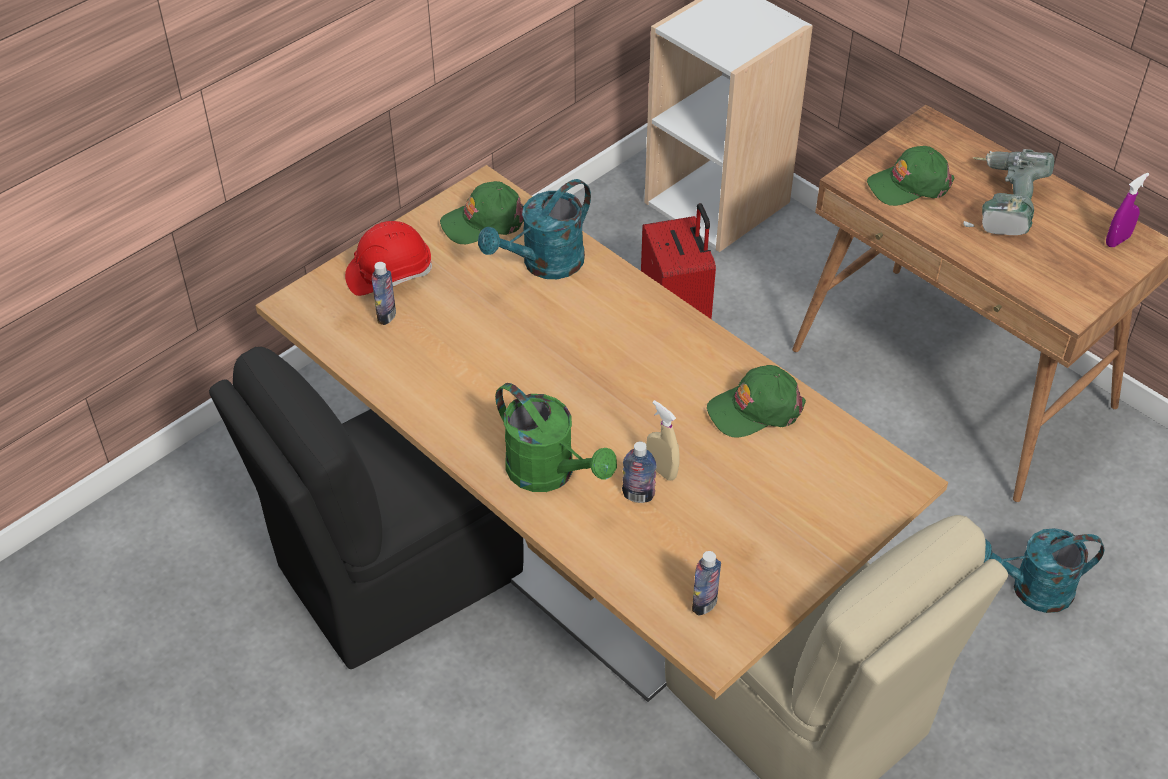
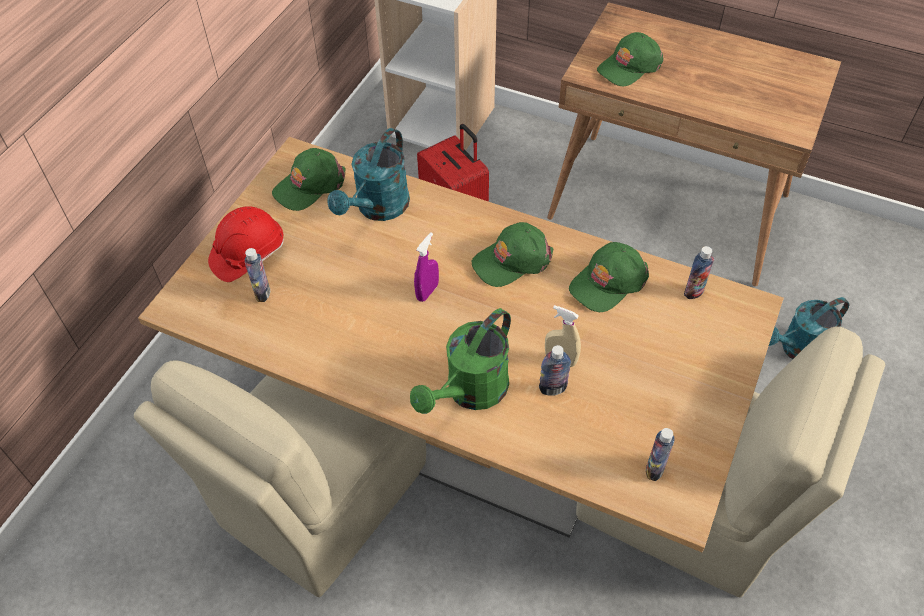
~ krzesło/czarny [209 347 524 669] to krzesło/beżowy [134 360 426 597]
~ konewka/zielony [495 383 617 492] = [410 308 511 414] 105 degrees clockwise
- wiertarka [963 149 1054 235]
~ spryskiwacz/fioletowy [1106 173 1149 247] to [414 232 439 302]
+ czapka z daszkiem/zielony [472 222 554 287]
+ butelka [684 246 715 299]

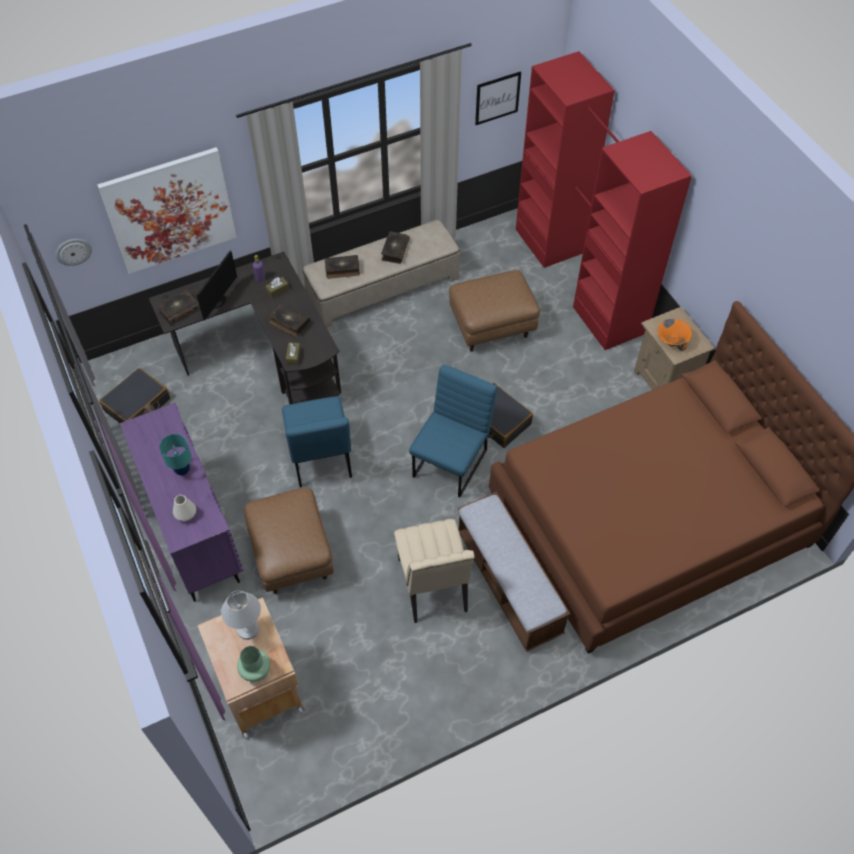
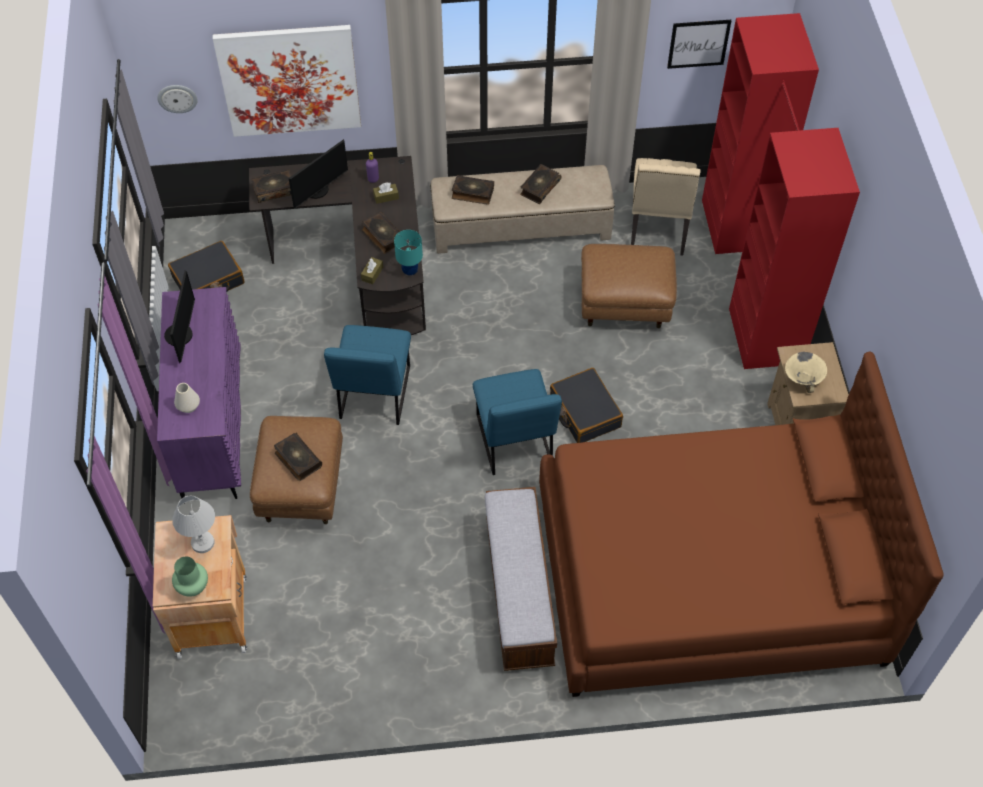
~ lampa stołowa/turkusowy [159 434 191 475] to [394 230 423 275]
~ krzesło/beżowy [394 519 474 623] to [631 158 701 256]
~ krzesło/niebieski [409 365 497 498] = [473 369 562 475] 120 degrees clockwise
~ miska/pomarańczowy [658 319 692 351] to miska/beżowy [785 352 827 393]
+ monitor [164 270 195 363]
+ książka [274 432 322 481]

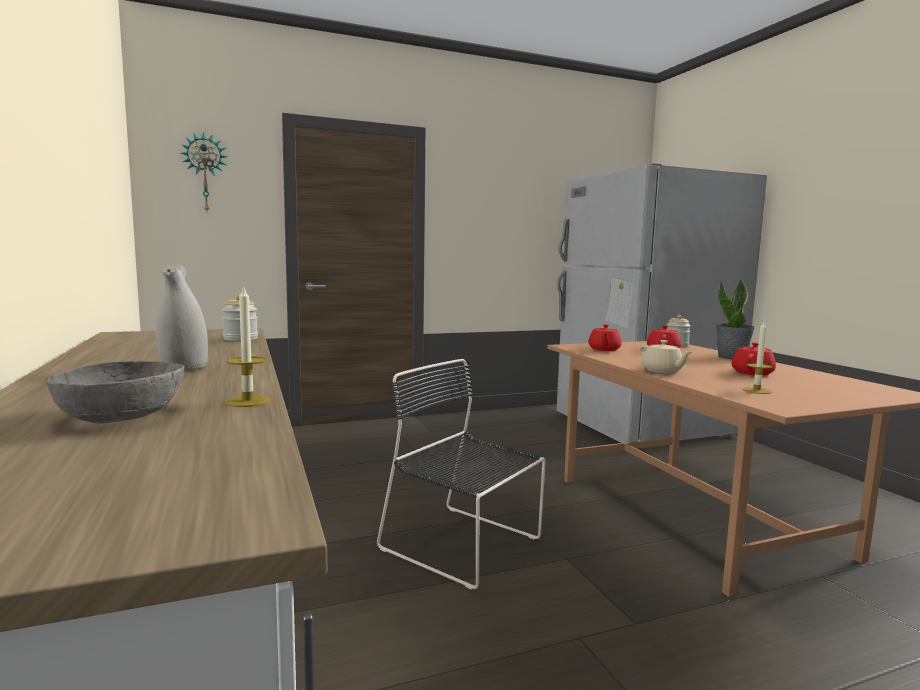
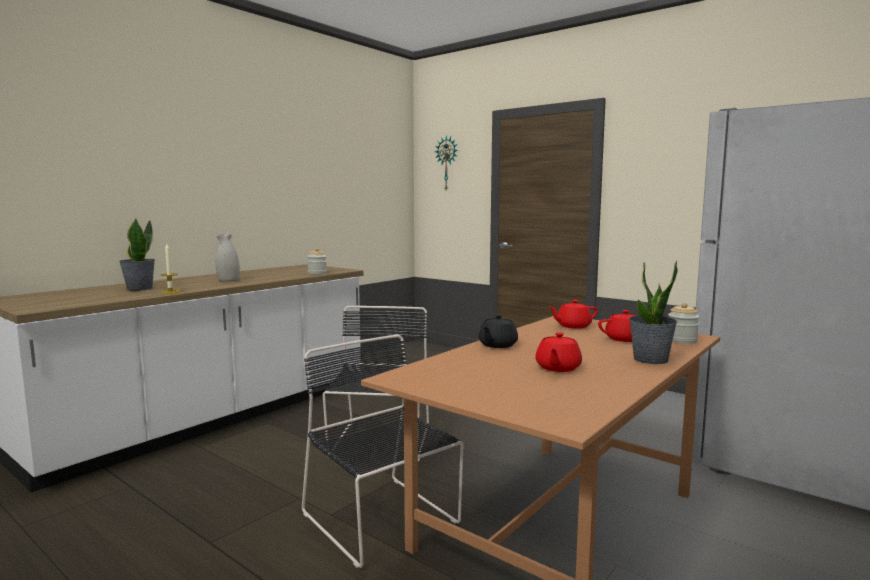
~ miska/szary [47 361 184 424] to roślina doniczkowa [119 218 155 291]
~ imbryk/beżowy [639 340 692 373] to imbryk/czarny [478 314 518 348]
~ imbryk/czerwony [731 342 776 376] = [535 332 582 372] 105 degrees clockwise
- świeca [742 322 772 394]
+ krzesło/czarny [302 334 464 568]

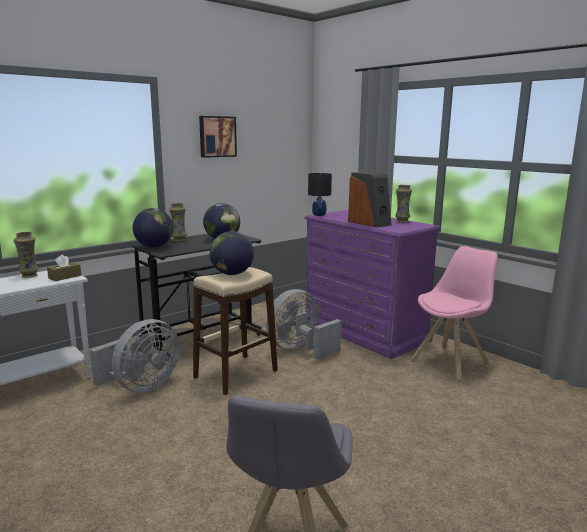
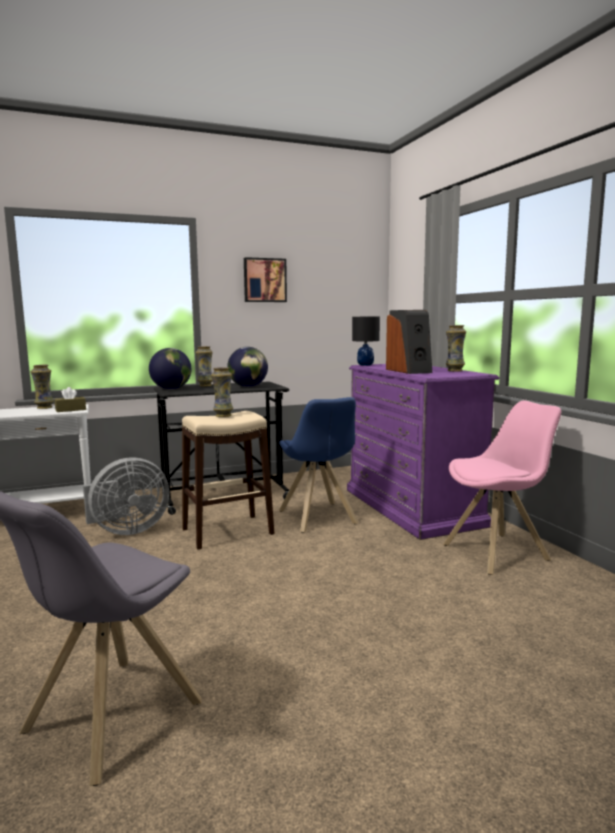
~ globus [210 231 254 275] to wazon [211 367 233 417]
~ wentylator/szary [266 289 341 360] to krzesło/niebieski [279 397 358 533]

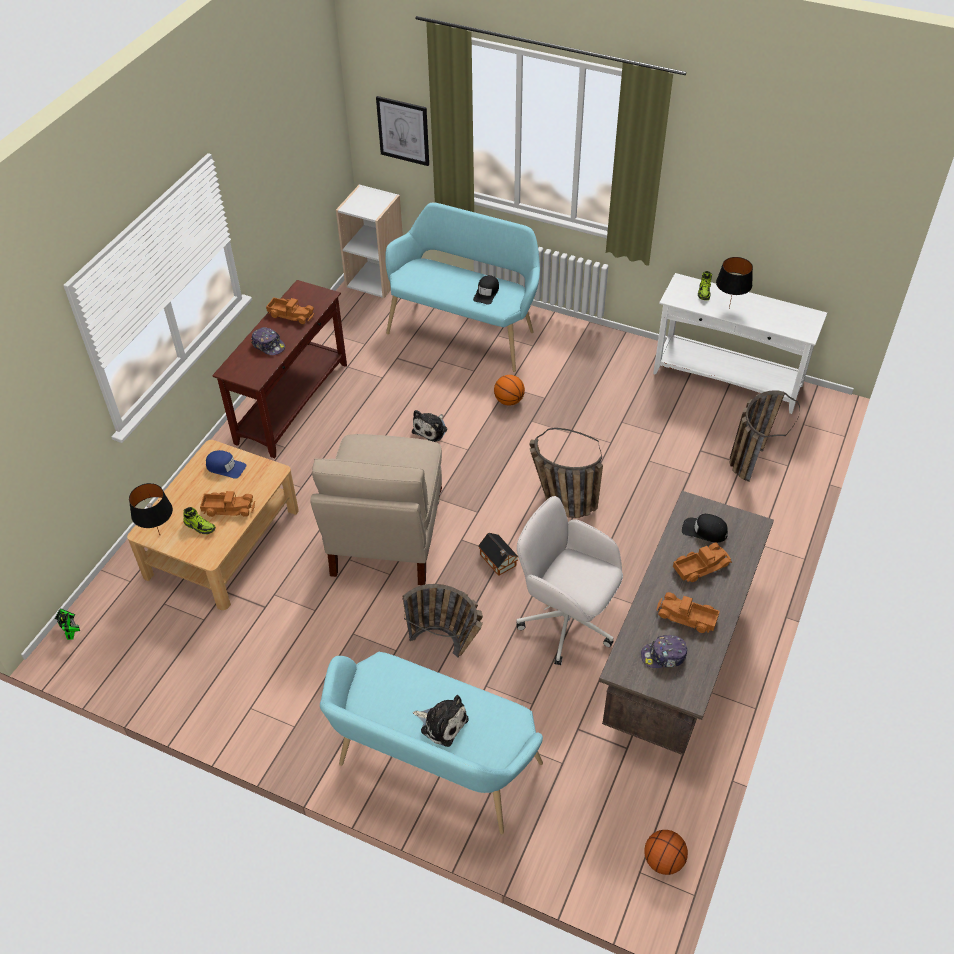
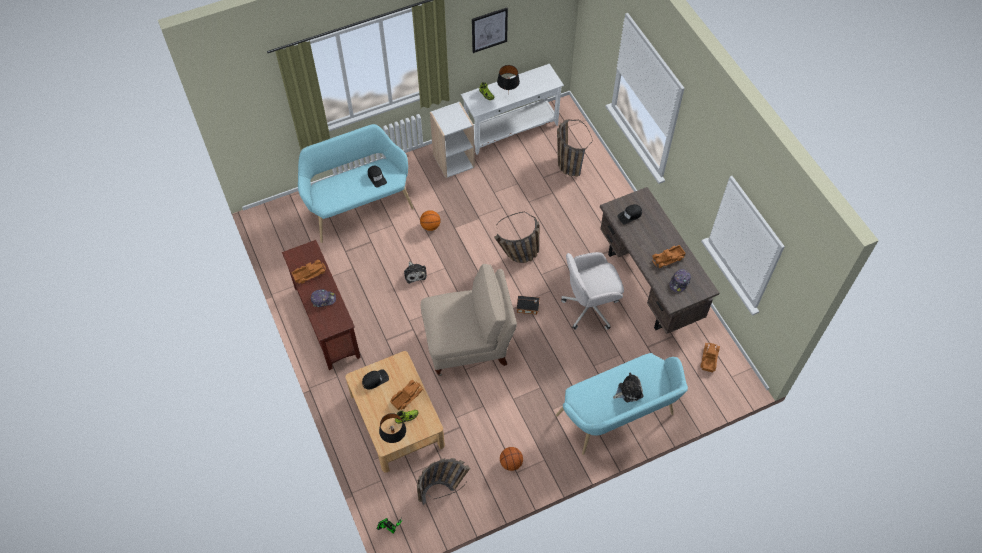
~ czapka z daszkiem/niebieski [206 450 246 479] to czapka z daszkiem/czarny [362 369 389 390]
~ krzesło/beżowy [310 434 442 585] = [421 264 517 376] 60 degrees counterclockwise
~ regał [336 185 403 298] to [430 102 475 178]
~ obraz [376 96 429 166] to [472 8 508 53]
~ koszyk [402 584 483 658] to [417 458 470 505]
~ piłka do koszykówki [644 830 688 875] to [500 447 523 471]
~ ciężarówka zabawkowa [673 543 732 582] to [700 343 720 372]

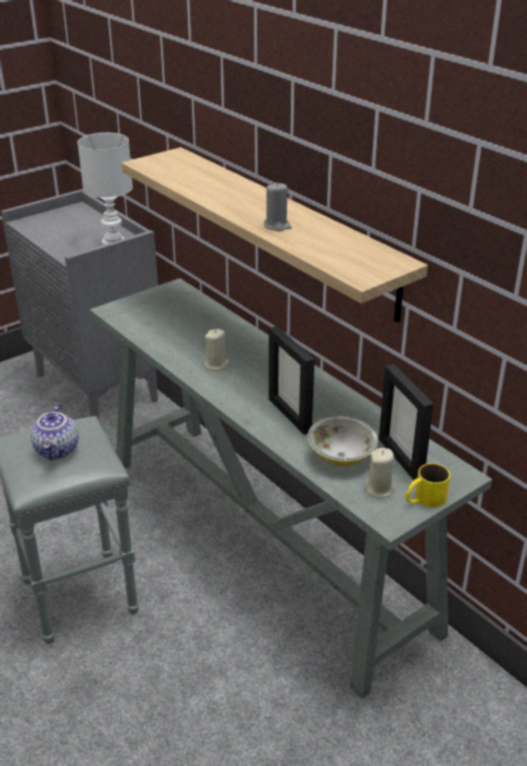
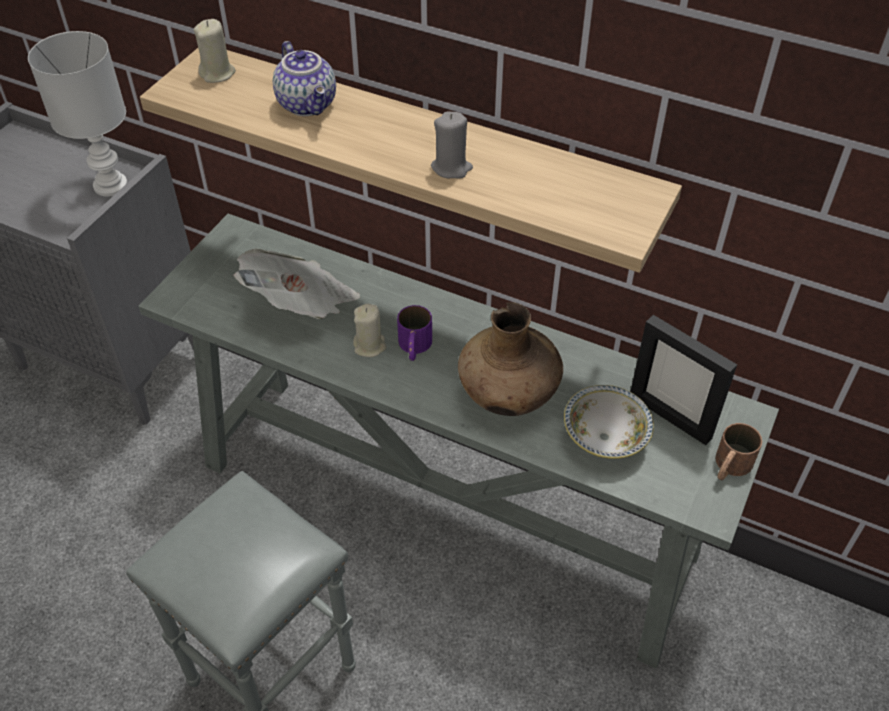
~ imbryk [31 403 78 461] to [273 41 336 116]
~ ramka na zdjęcie [269 326 315 435] to wazon/brązowy [458 302 563 416]
~ świeca/beżowy [365 448 395 498] to [194 19 236 83]
~ kubek/żółty [405 463 450 507] to kubek/brązowy [715 423 762 480]
+ gazeta [233 248 360 319]
+ kubek/fioletowy [397 305 432 361]

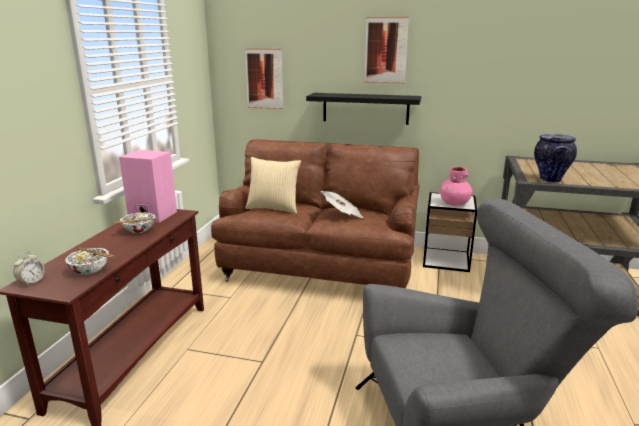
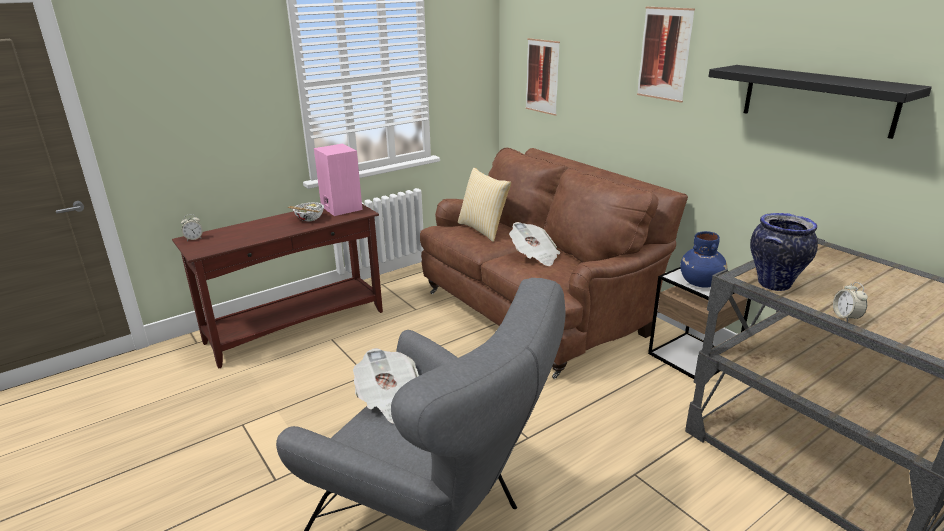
- miska [65 247 114 275]
~ półka/czarny [306 93 421 125] to [709 65 932 139]
~ wazon/różowy [440 166 472 206] to wazon/niebieski [680 231 727 288]
+ gazeta [353 348 419 424]
+ budzik [833 282 868 322]

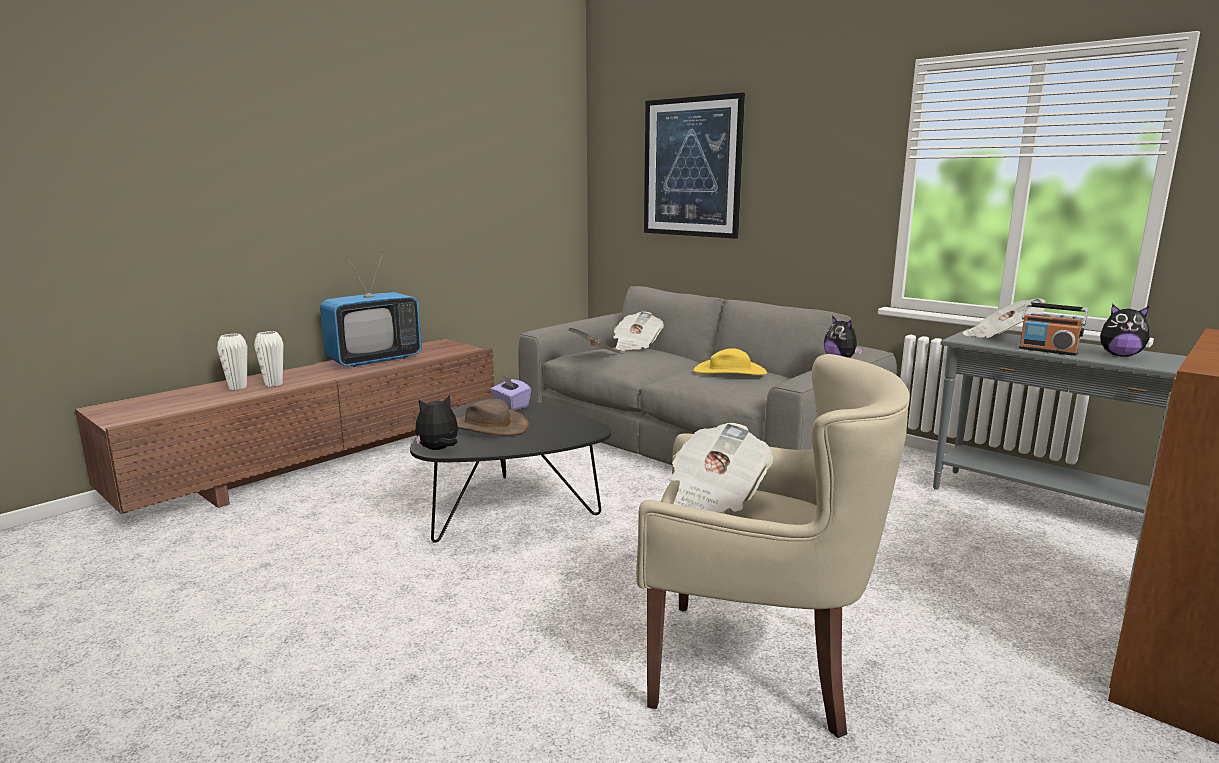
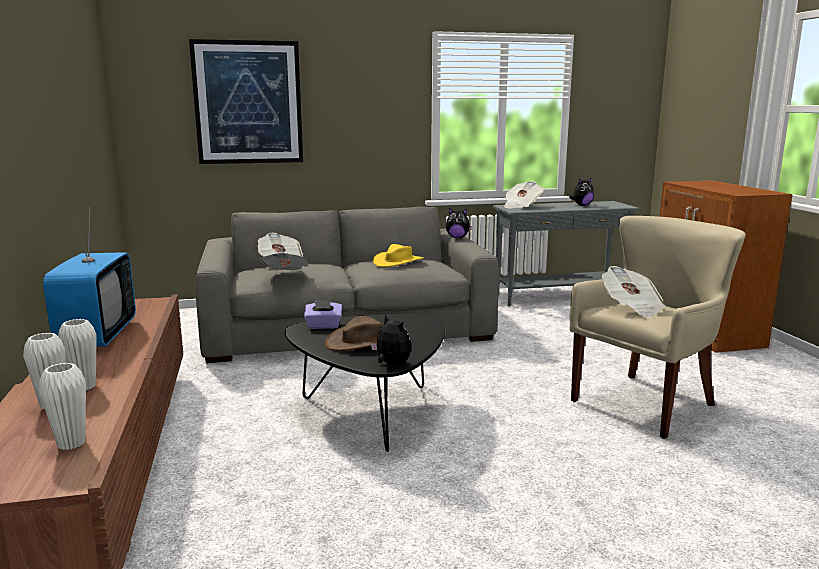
~ pluszak [415 395 458 450] = [371 315 412 365] 135 degrees clockwise
- radio [1019 302 1088 356]
+ wazon/biały [39 363 86 450]

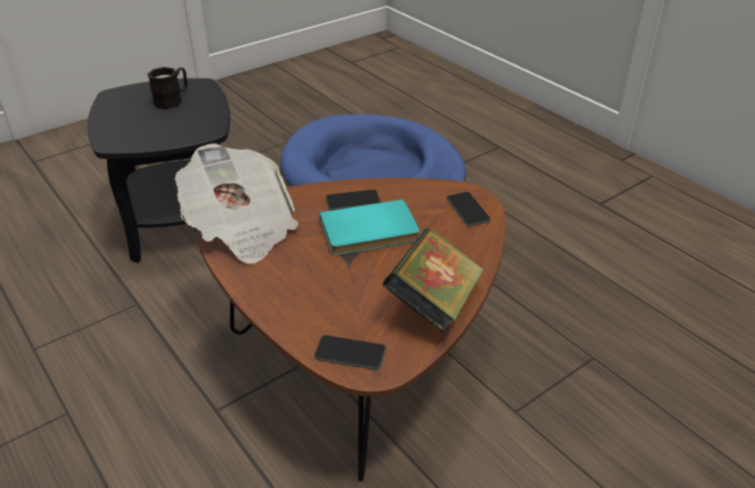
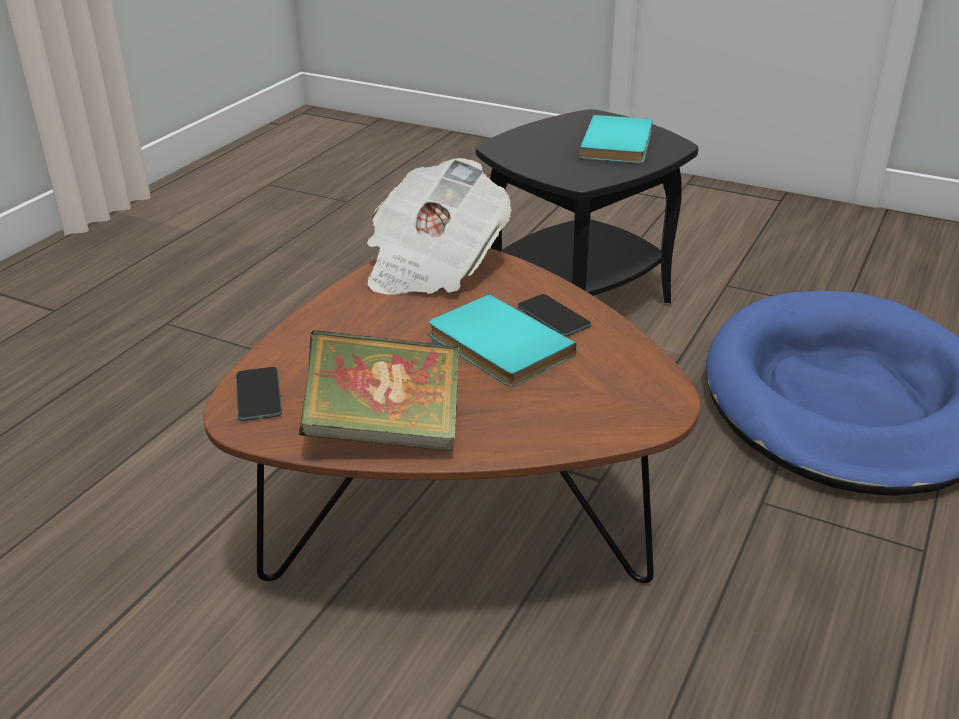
~ kubek/czarny [148 67 188 109] to książka/turkusowy [579 115 653 163]
- telefon [447 192 491 226]

